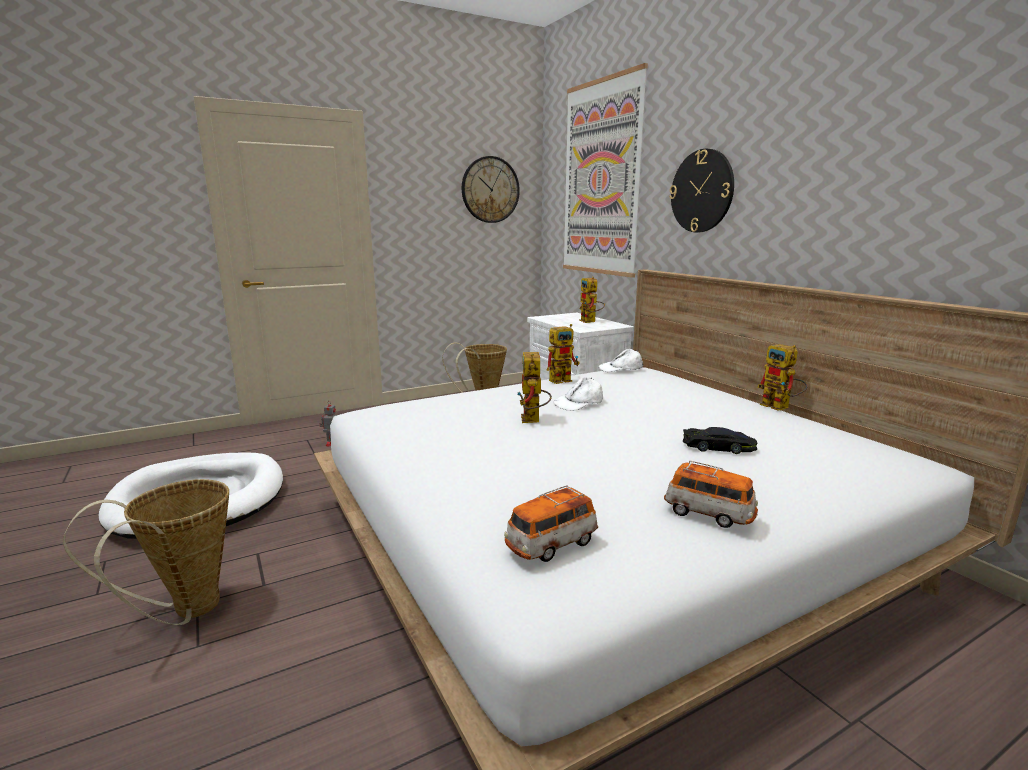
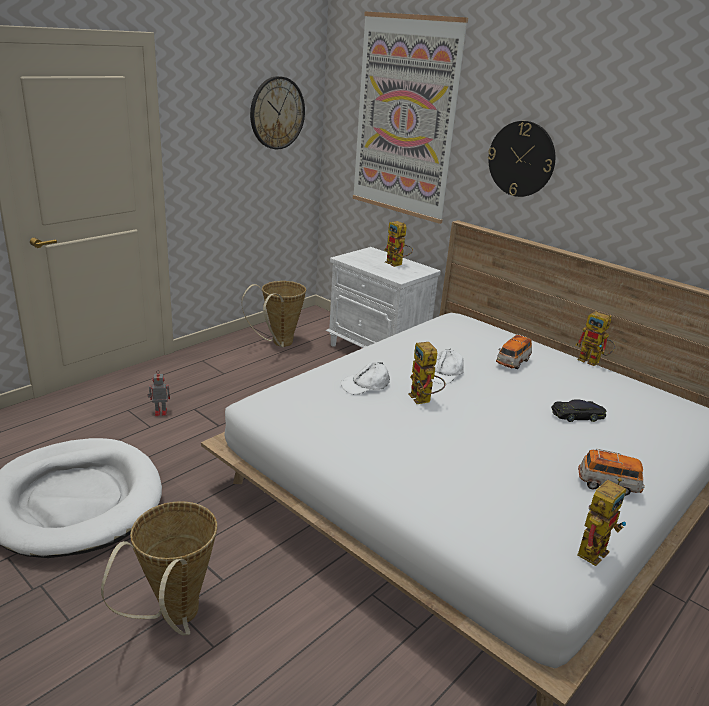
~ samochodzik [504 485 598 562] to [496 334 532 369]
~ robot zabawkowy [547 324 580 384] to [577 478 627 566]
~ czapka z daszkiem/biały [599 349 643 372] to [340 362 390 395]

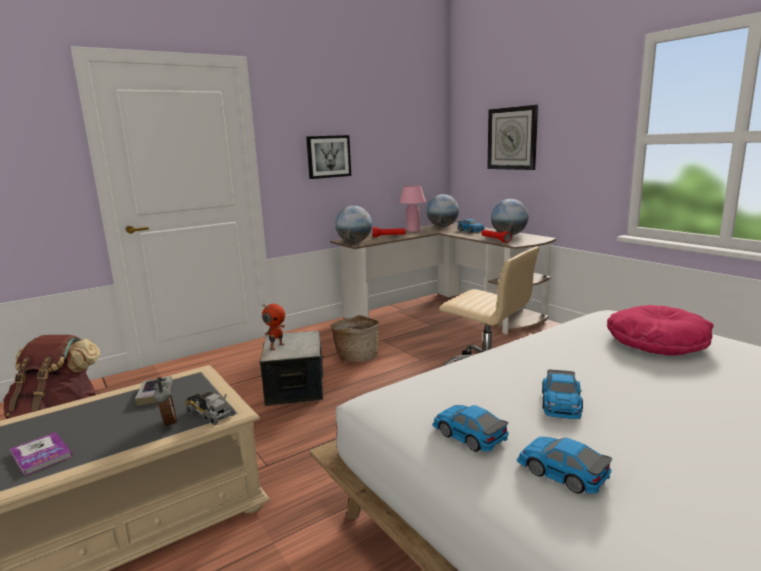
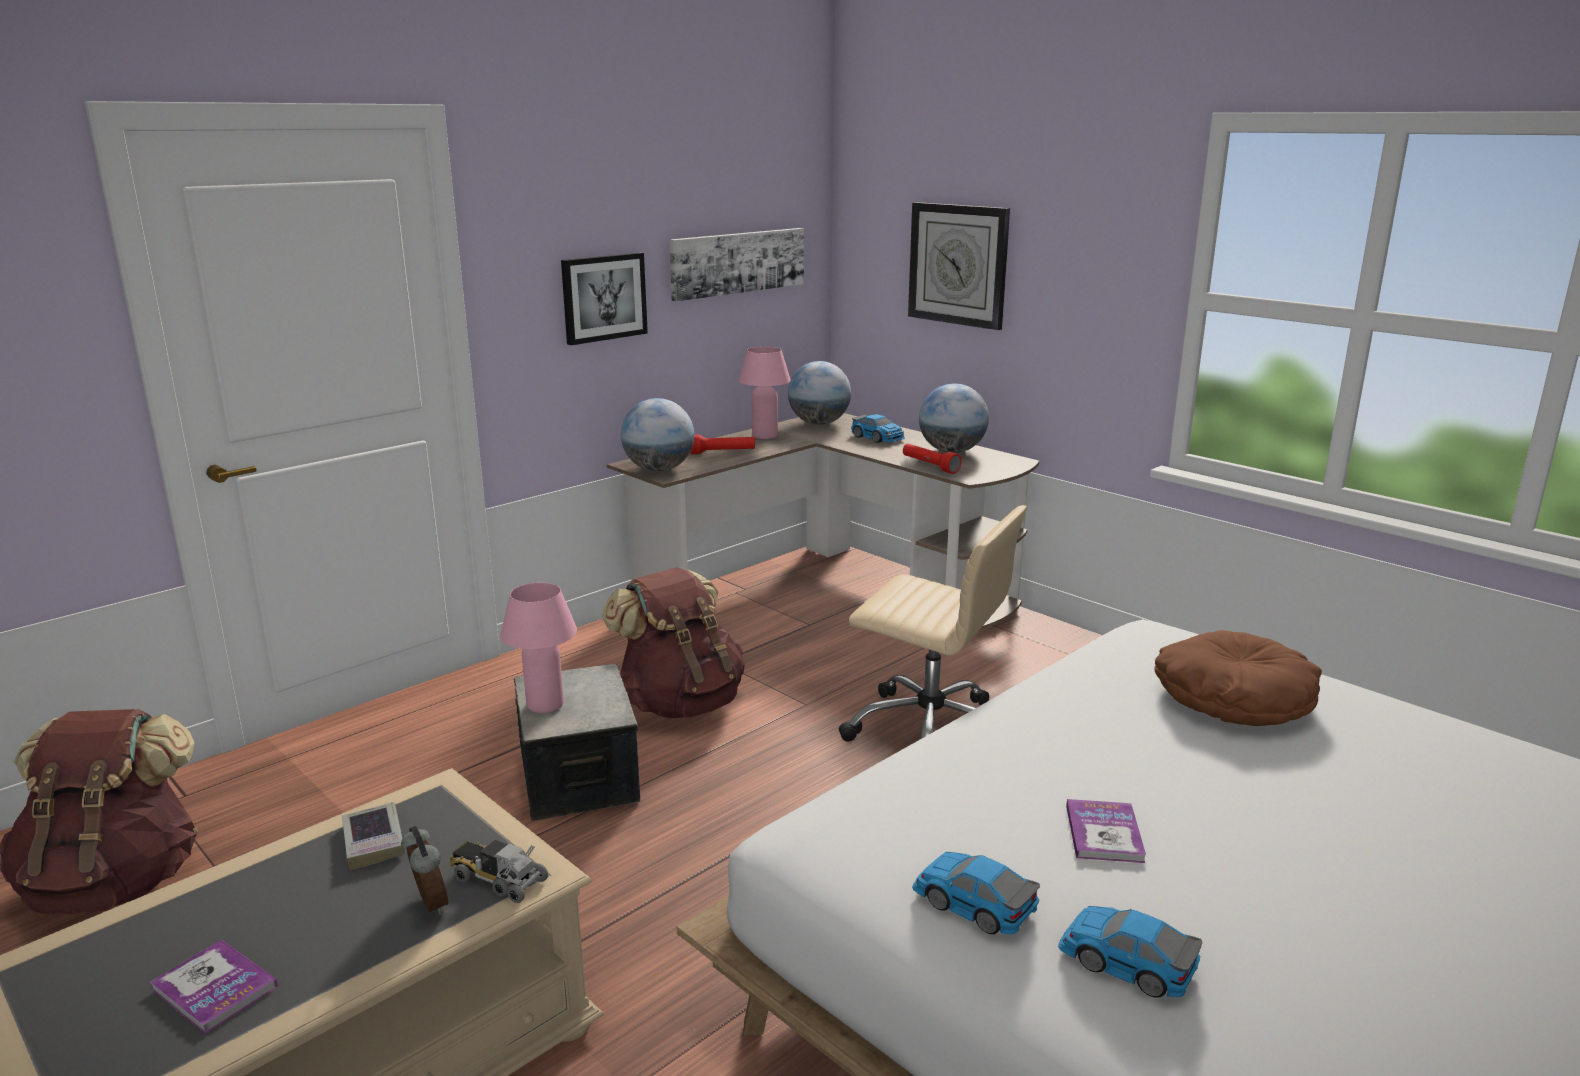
~ robot zabawkowy [262 304 285 350] to lampa stołowa/różowy [500 582 577 713]
~ koszyk [331 315 379 362] to plecak/brązowy [602 567 745 718]
~ samochodzik [542 370 583 419] to książka [1066 799 1146 863]
~ poduszka/różowy [607 305 714 355] to poduszka/brązowy [1154 630 1322 726]
+ obraz [669 228 804 302]

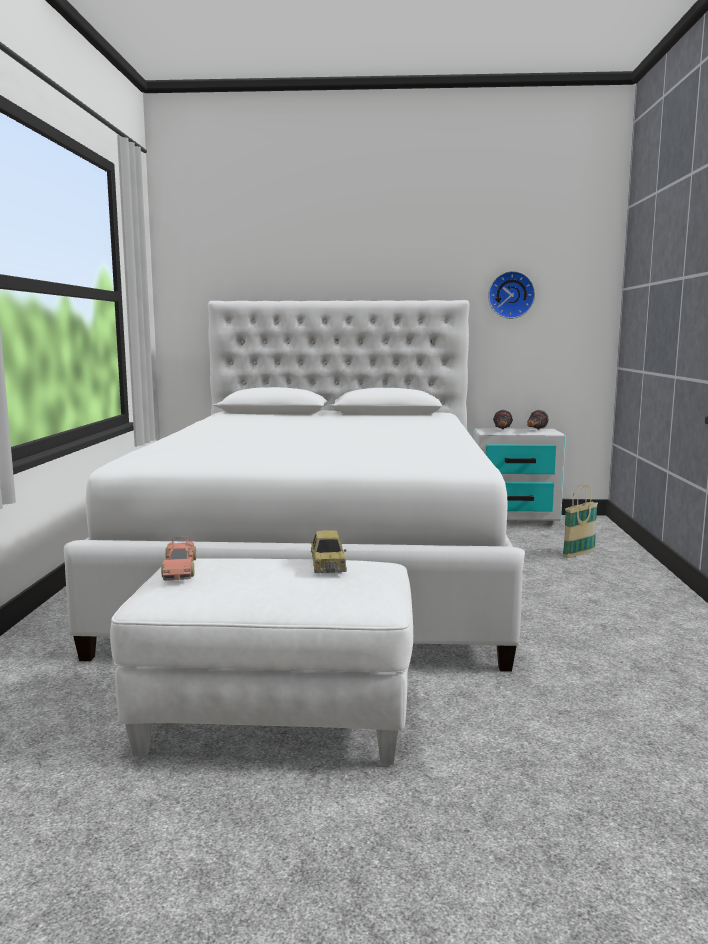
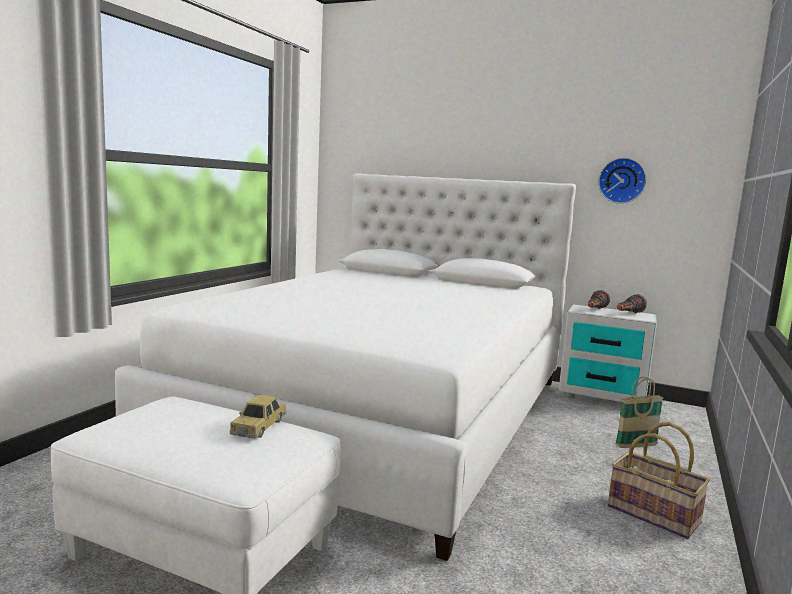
- samochodzik [161 536 196 581]
+ koszyk [608 422 710 539]

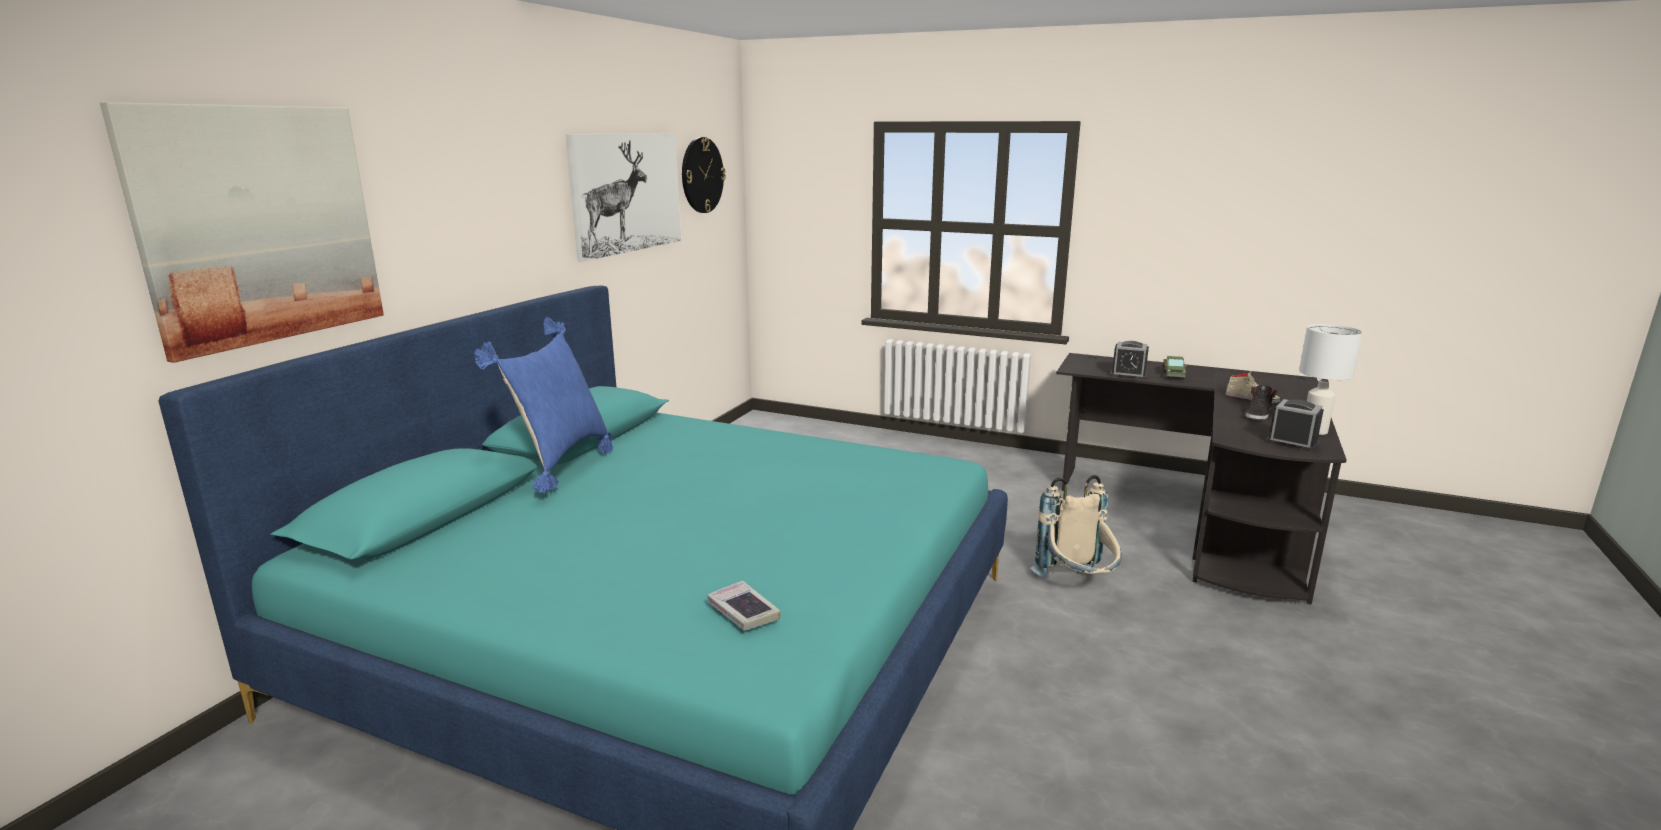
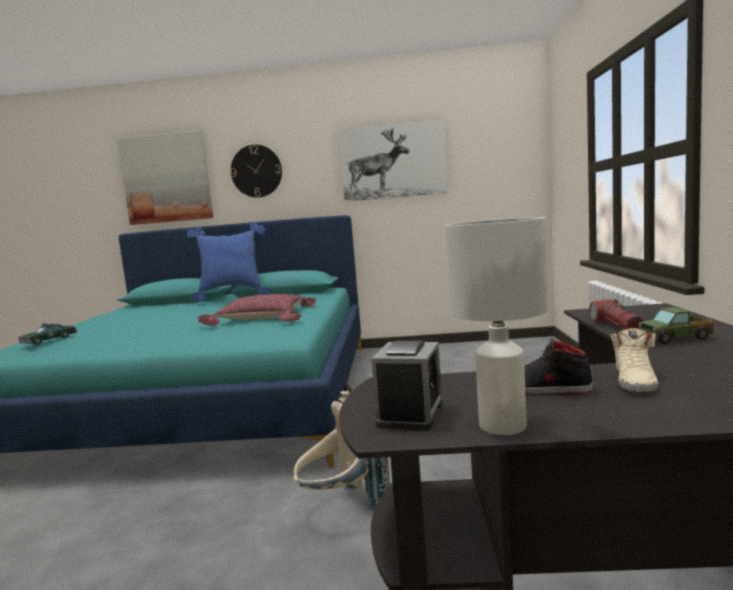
~ zegar ścienny [682 137 726 213] to [230 145 282 198]
~ książka [707 581 781 631] to samochodzik [18 323 77 345]
~ budzik [1110 341 1149 380] to latarka [589 299 643 330]
+ poduszka/czerwony [198 294 317 326]

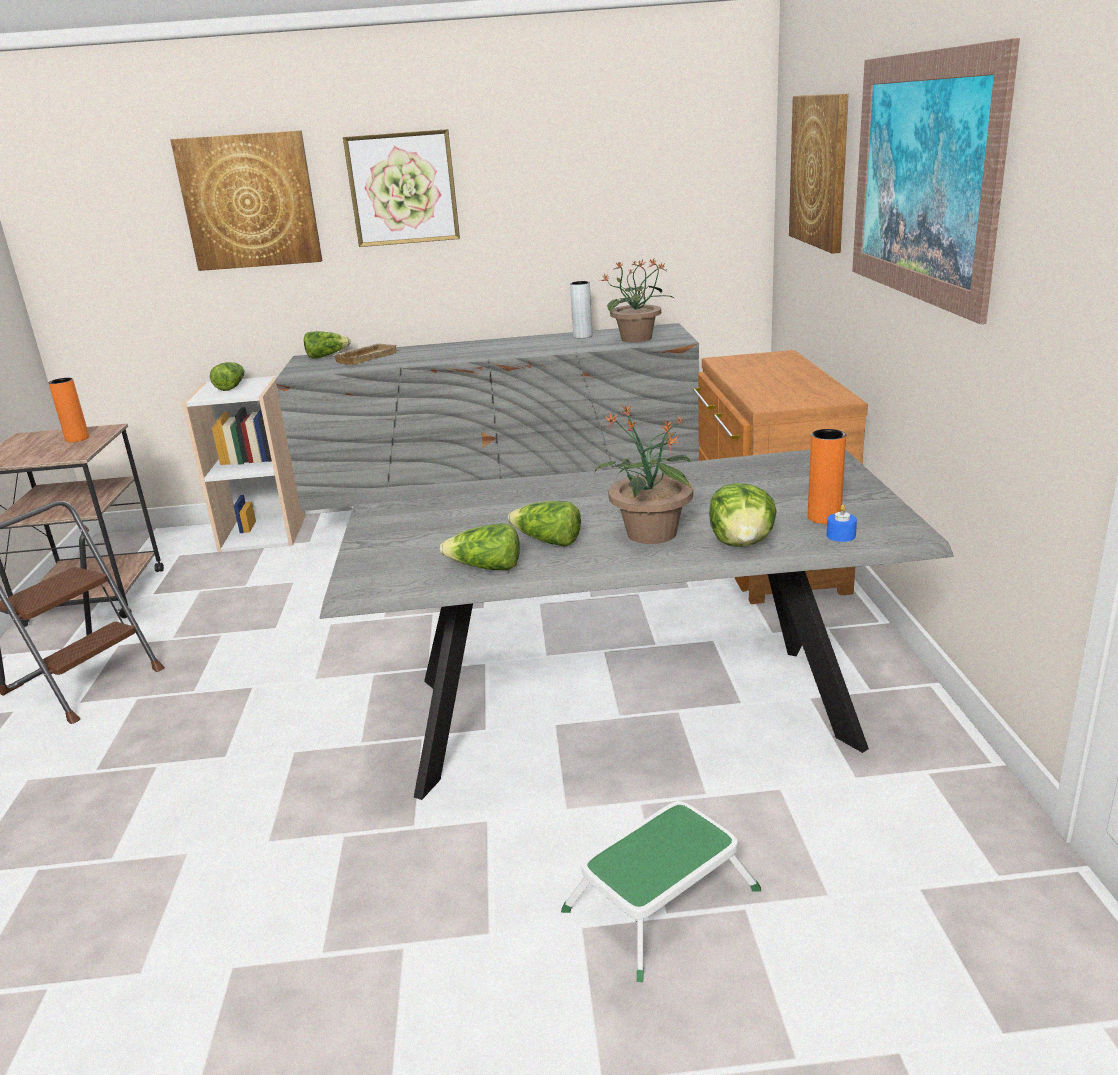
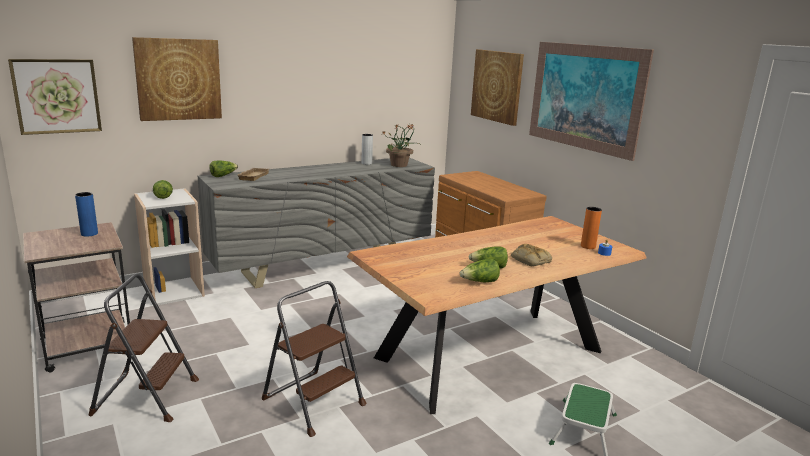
~ wazon/pomarańczowy [48 378 89 442] to wazon/niebieski [75 192 98 237]
~ stół jadalny/szary [320 449 954 800] to stół jadalny/brązowy [347 216 647 414]
~ obraz [343 129 460 247] to [8 59 102 135]
~ roślina doniczkowa [594 405 693 544] to chleb [511 244 552 266]
- sałata [709 483 777 547]
+ drabinka/brązowy [262 281 367 437]

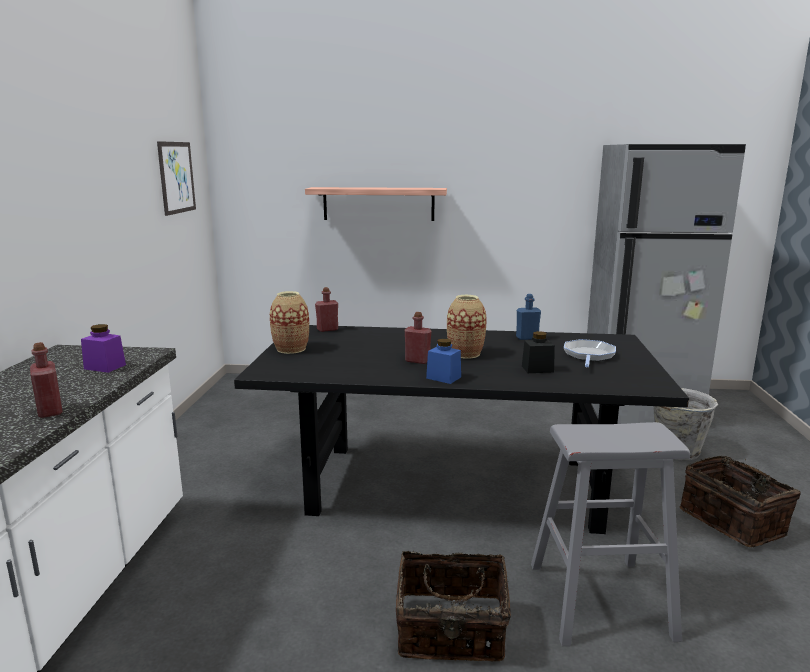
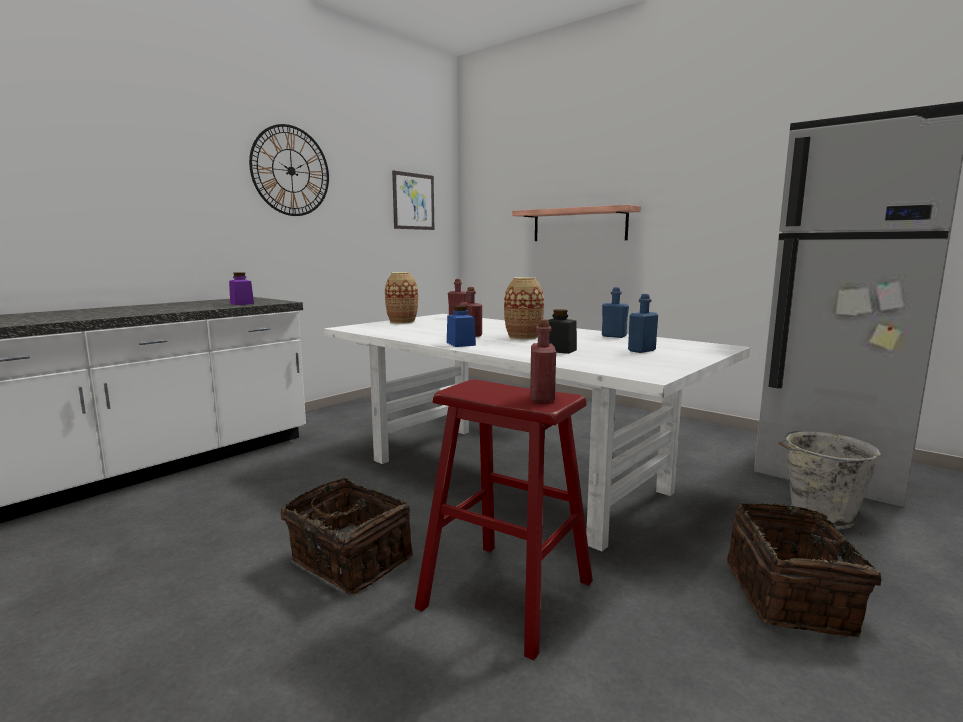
~ butelka/czerwony [30 342 63 418] to [530 319 556 402]
~ stół jadalny/czarny [234 325 689 534] to stół jadalny/biały [324 314 750 551]
~ stołek/szary [531 422 690 646] to stołek/czerwony [415 379 593 660]
~ patelnia [564 339 616 367] to butelka/niebieski [628 294 658 353]
+ zegar ścienny [249 124 329 216]

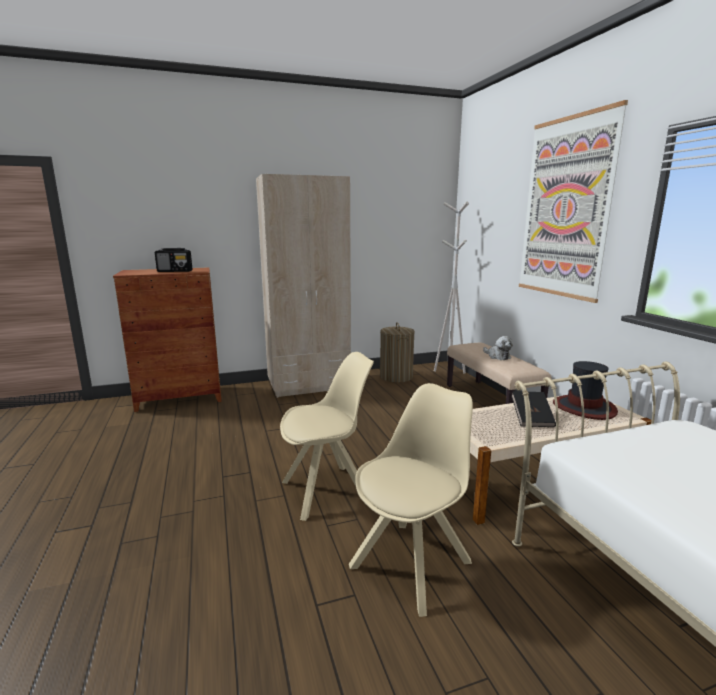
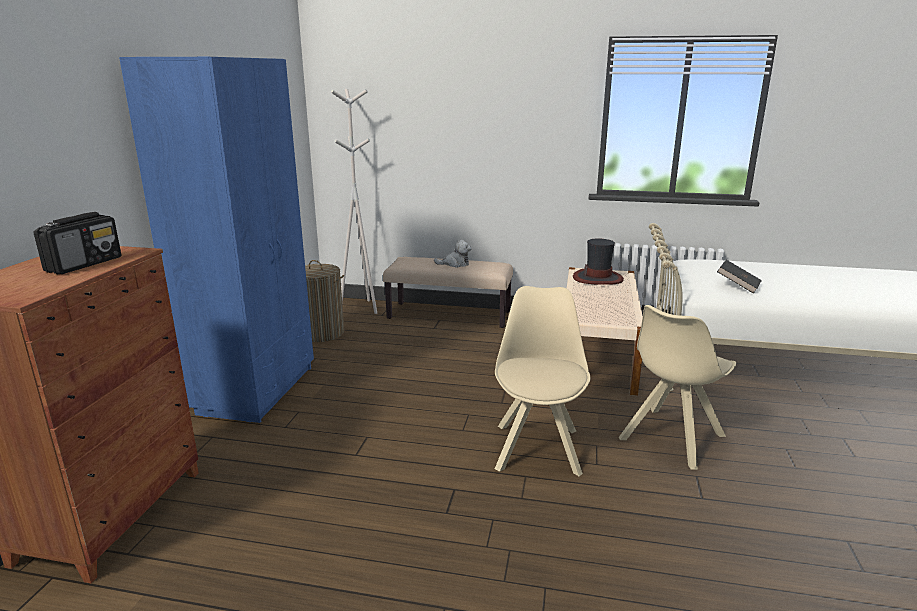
~ szafa/beżowy [256 174 351 398] to szafa/niebieski [119 57 314 423]
~ krzesło/beżowy [349 383 473 617] = [619 305 736 470] 120 degrees counterclockwise
~ książka/czarny [511 391 556 427] to [717 260 762 294]
- obraz [519 100 628 303]

